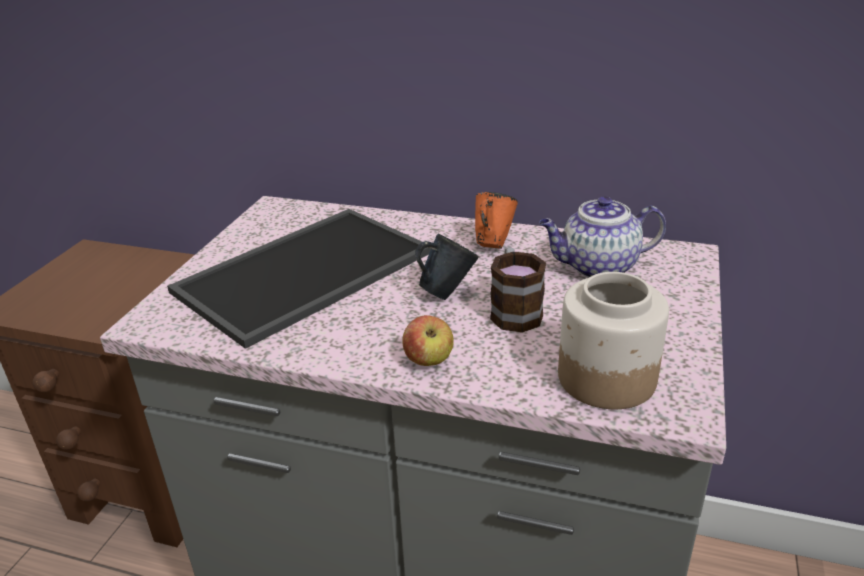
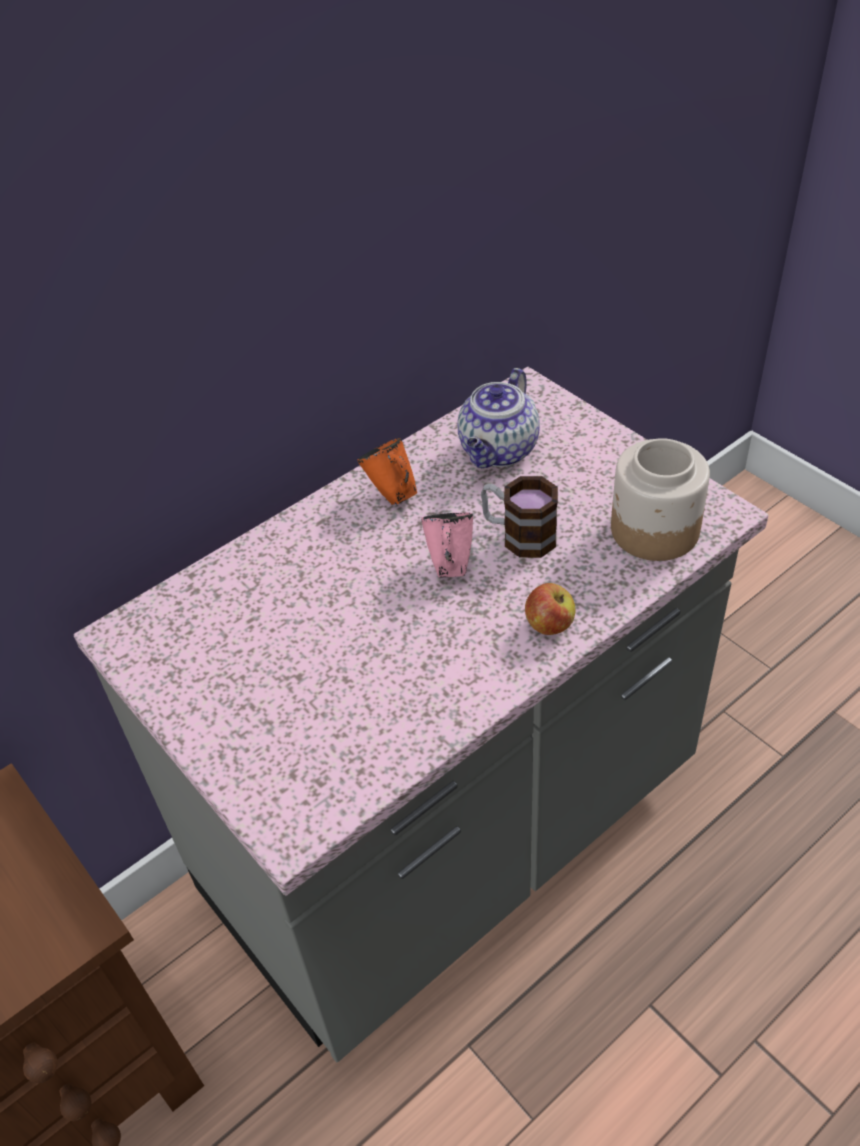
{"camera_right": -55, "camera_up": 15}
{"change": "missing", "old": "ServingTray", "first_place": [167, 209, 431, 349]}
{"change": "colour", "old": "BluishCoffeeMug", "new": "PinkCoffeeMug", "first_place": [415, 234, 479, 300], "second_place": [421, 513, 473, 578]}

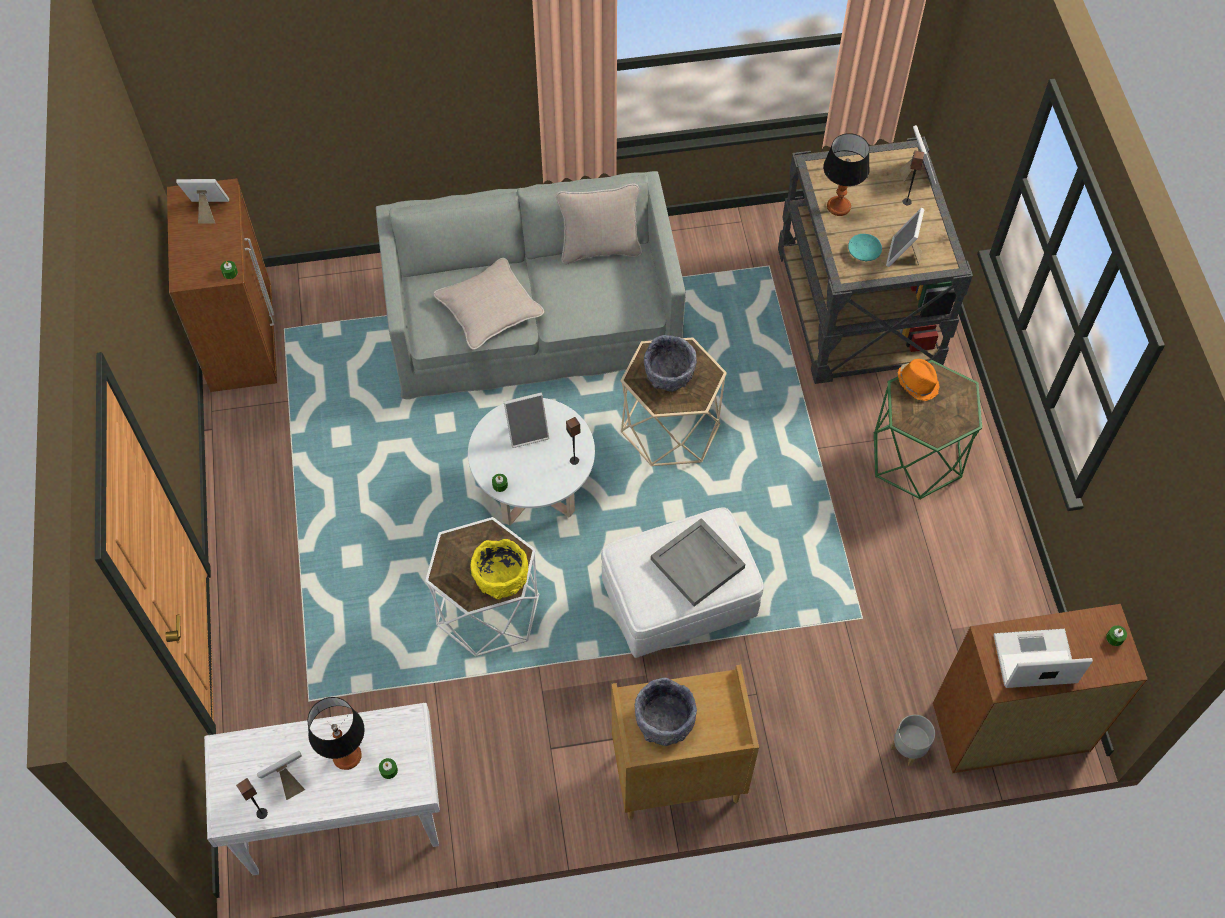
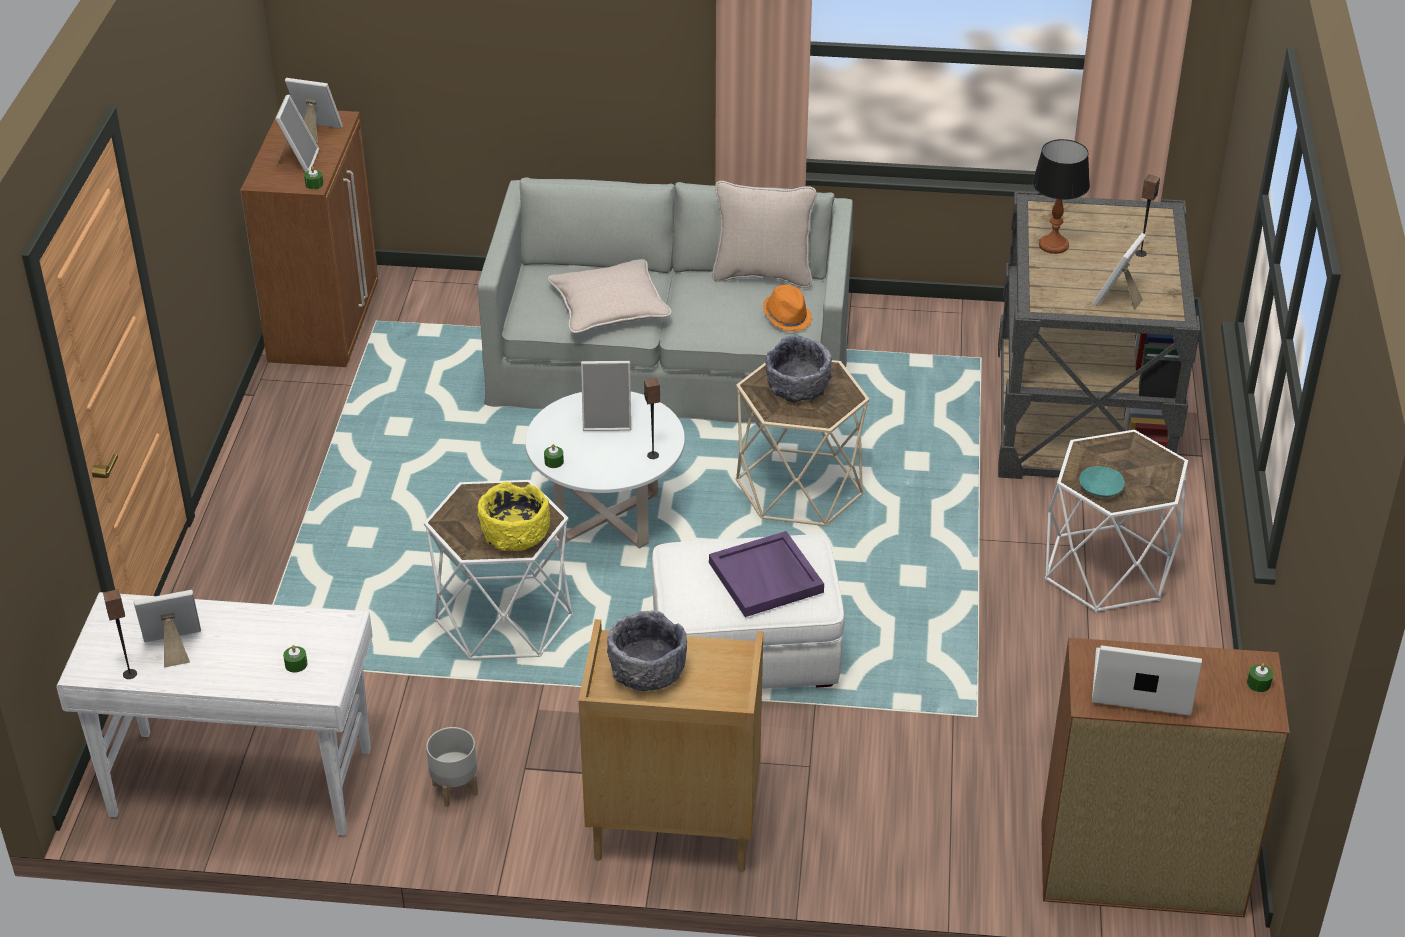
{"camera_right": 15, "camera_up": -20}
{"change": "relocated", "old": "PictureFrame", "first_place": [899, 125, 936, 186], "second_place": [275, 95, 319, 173]}
{"change": "relocated", "old": "TurquoiseServingBowl", "first_place": [848, 234, 882, 262], "second_place": [1079, 466, 1124, 498]}
{"change": "relocated", "old": "OrangeColouredClothingHat", "first_place": [898, 359, 940, 401], "second_place": [763, 285, 812, 332]}
{"change": "colour", "old": "GreenishAccentTable", "new": "WhitishAccentTable", "first_place": [874, 360, 982, 500], "second_place": [1045, 430, 1188, 613]}
{"change": "colour", "old": "GreyServingTray", "new": "PurplishServingTray", "first_place": [651, 518, 745, 606], "second_place": [709, 531, 824, 617]}
{"change": "missing", "old": "TableLamp", "first_place": [307, 697, 365, 770]}
{"change": "relocated", "old": "GreyPlanter", "first_place": [890, 715, 935, 766], "second_place": [426, 727, 478, 807]}

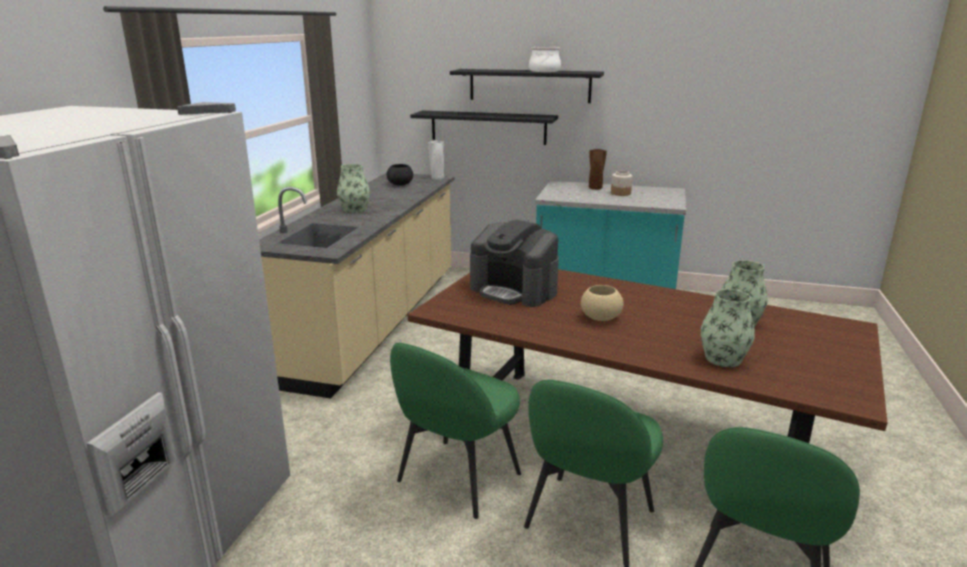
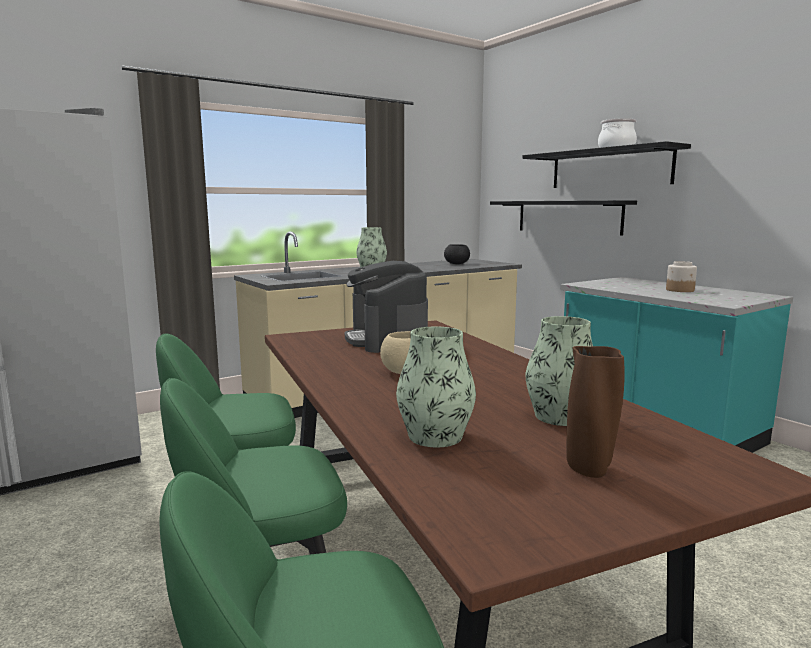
{"camera_right": 40, "camera_up": -10}
{"change": "missing", "old": "WhitishDecorativeVase", "first_place": [429, 141, 444, 180]}
{"change": "relocated", "old": "BrownColouredDecorativeVase", "first_place": [589, 149, 607, 190], "second_place": [566, 346, 625, 478]}

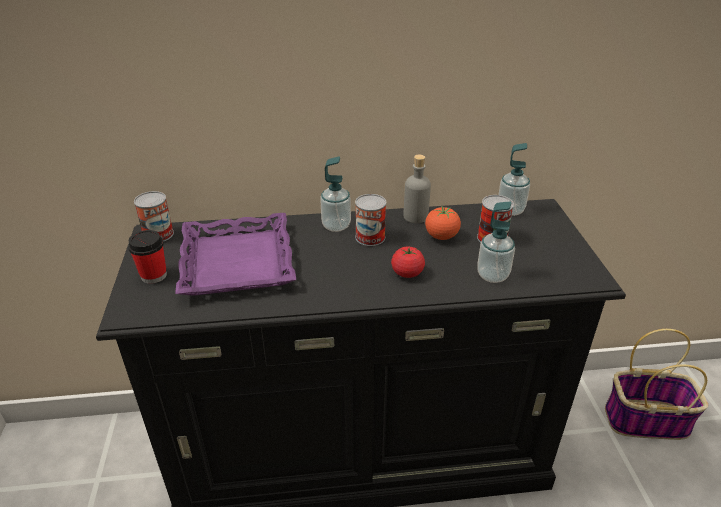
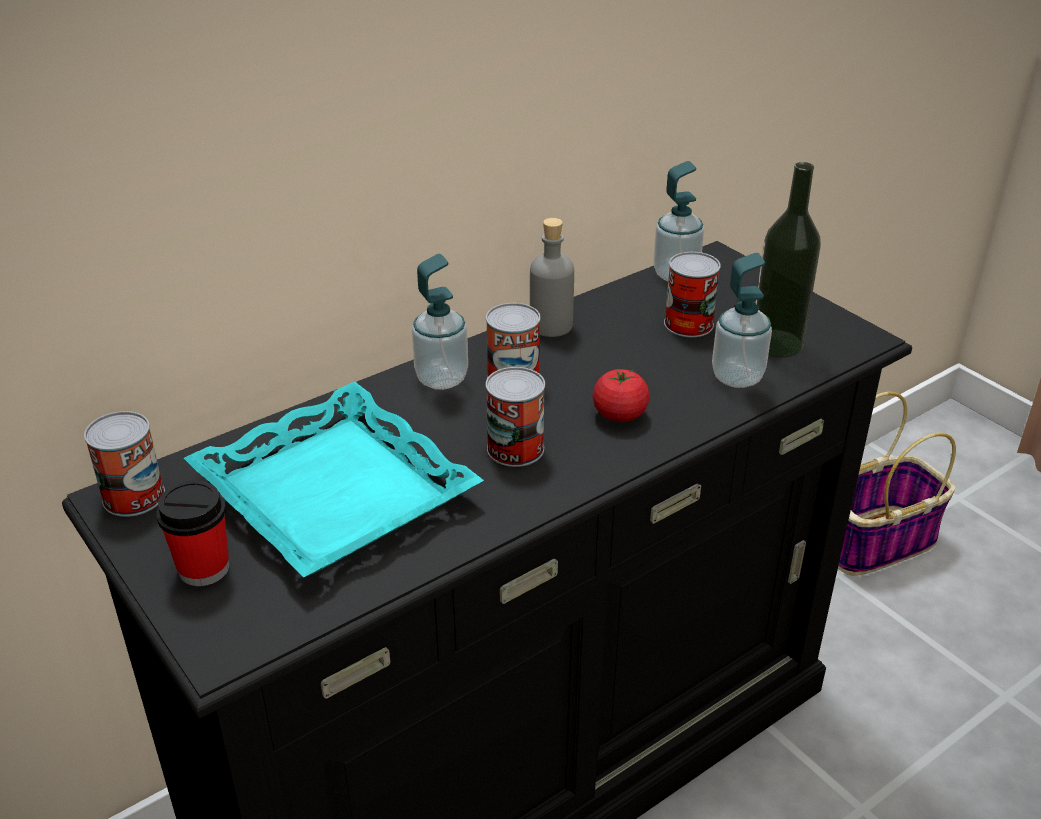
{"camera_right": -30, "camera_up": 0}
{"change": "missing", "old": "FreshTomato", "first_place": [425, 206, 461, 240]}
{"change": "colour", "old": "PurplishServingTray", "new": "TurquoiseServingTray", "first_place": [175, 213, 296, 296], "second_place": [184, 382, 484, 578]}
{"change": "appeared", "new": "Bottle", "second_place": [755, 162, 821, 358]}
{"change": "appeared", "new": "Can", "second_place": [486, 367, 545, 467]}

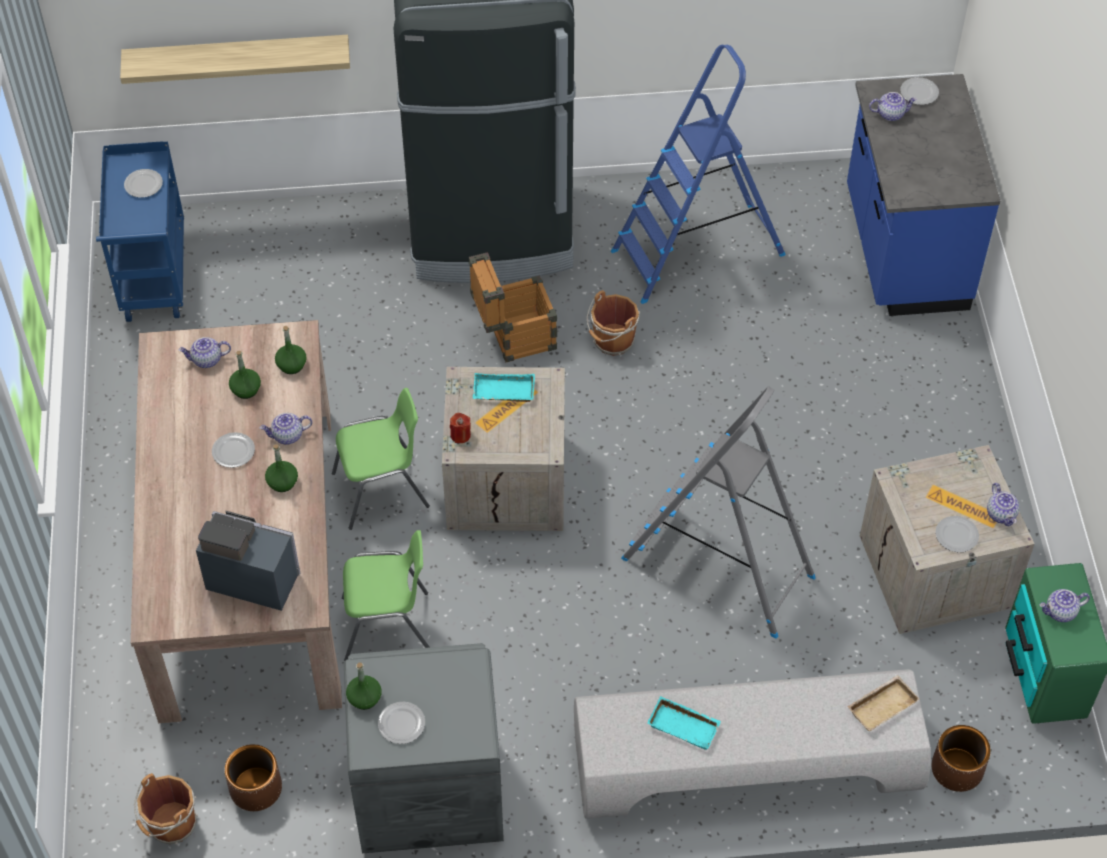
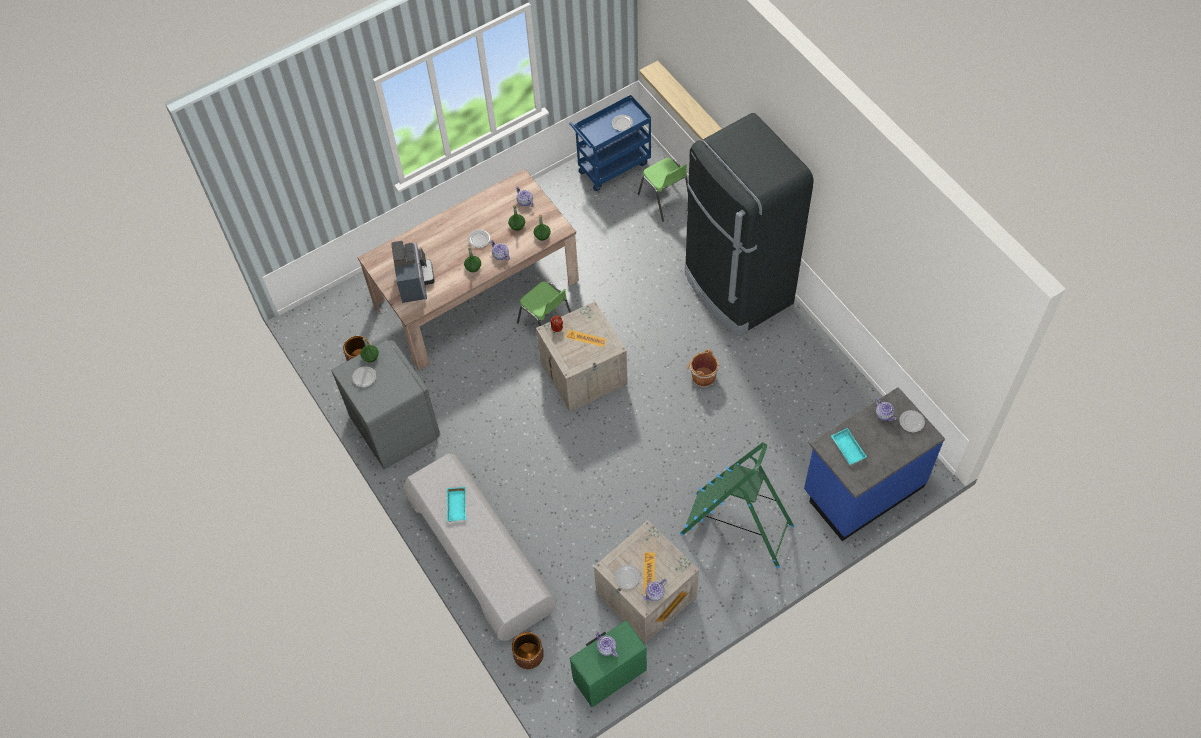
{"camera_right": 65, "camera_up": 5}
{"change": "missing", "old": "BluishStepladder", "first_place": [611, 45, 786, 304]}
{"change": "missing", "old": "Crate", "first_place": [469, 252, 557, 362]}
{"change": "relocated", "old": "TurquoiseServingTray", "first_place": [473, 373, 535, 402], "second_place": [831, 428, 867, 465]}
{"change": "missing", "old": "GreyStepladder", "first_place": [621, 386, 816, 639]}
{"change": "relocated", "old": "GreenishPlainChair", "first_place": [342, 530, 430, 661], "second_place": [637, 158, 688, 222]}
{"change": "missing", "old": "BeigeColouredServingTray", "first_place": [847, 675, 919, 731]}
{"change": "missing", "old": "BrownColouredWaterBucket", "first_place": [134, 773, 198, 845]}
{"change": "appeared", "new": "GreenishStepladder", "second_place": [680, 442, 794, 568]}

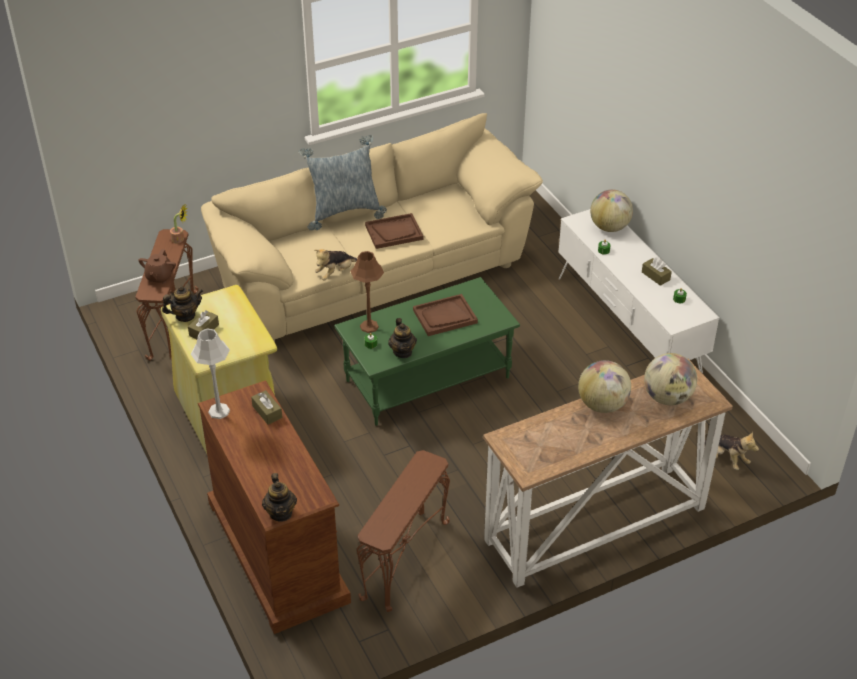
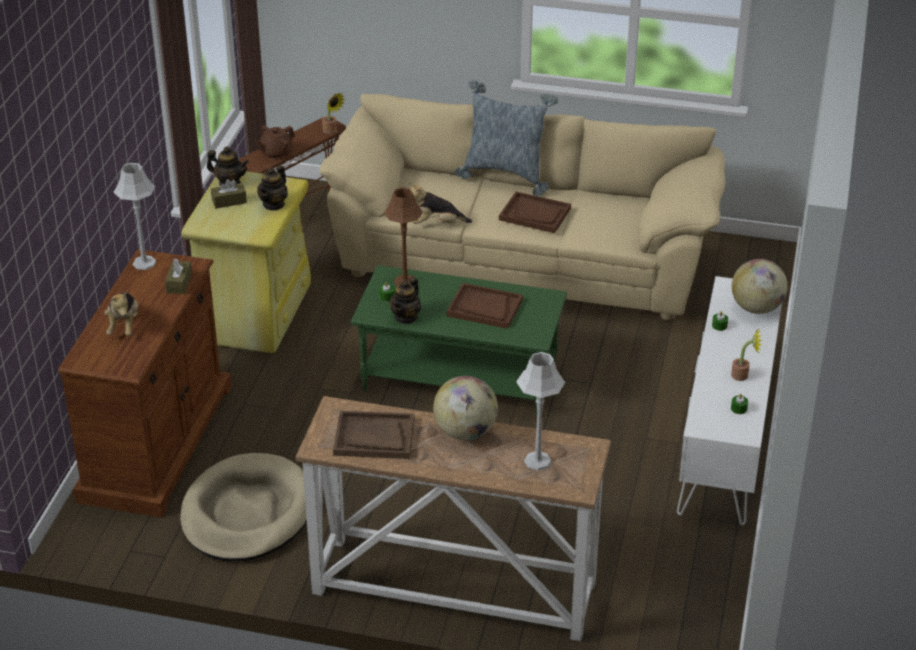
{"camera_right": 40, "camera_up": -5}
{"change": "exchanged", "old": "BrownColouredTissueHolder", "new": "Houseplant", "first_place": [642, 257, 672, 286], "second_place": [731, 328, 762, 381]}
{"change": "exchanged", "old": "Globe", "new": "GreyTableLamp", "first_place": [644, 353, 697, 405], "second_place": [516, 352, 565, 470]}
{"change": "relocated", "old": "PlushToy", "first_place": [705, 432, 759, 470], "second_place": [104, 291, 138, 336]}
{"change": "exchanged", "old": "BrownColouredAccentTable", "new": "BeigeColouredDogCushion", "first_place": [357, 450, 450, 612], "second_place": [180, 453, 307, 561]}
{"change": "relocated", "old": "Teapot", "first_place": [262, 473, 297, 522], "second_place": [257, 165, 288, 211]}
{"change": "appeared", "new": "BrownColouredServingTray", "second_place": [333, 411, 415, 459]}

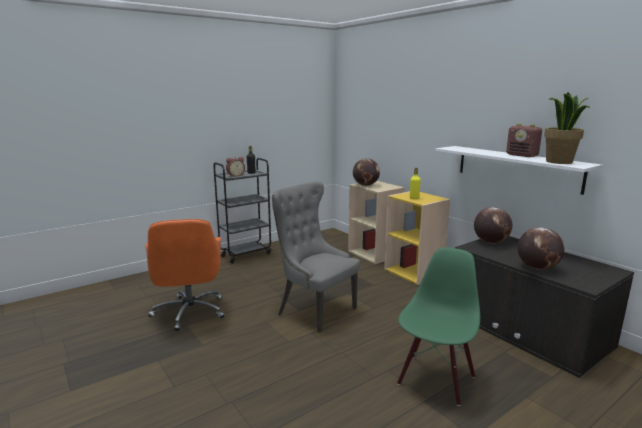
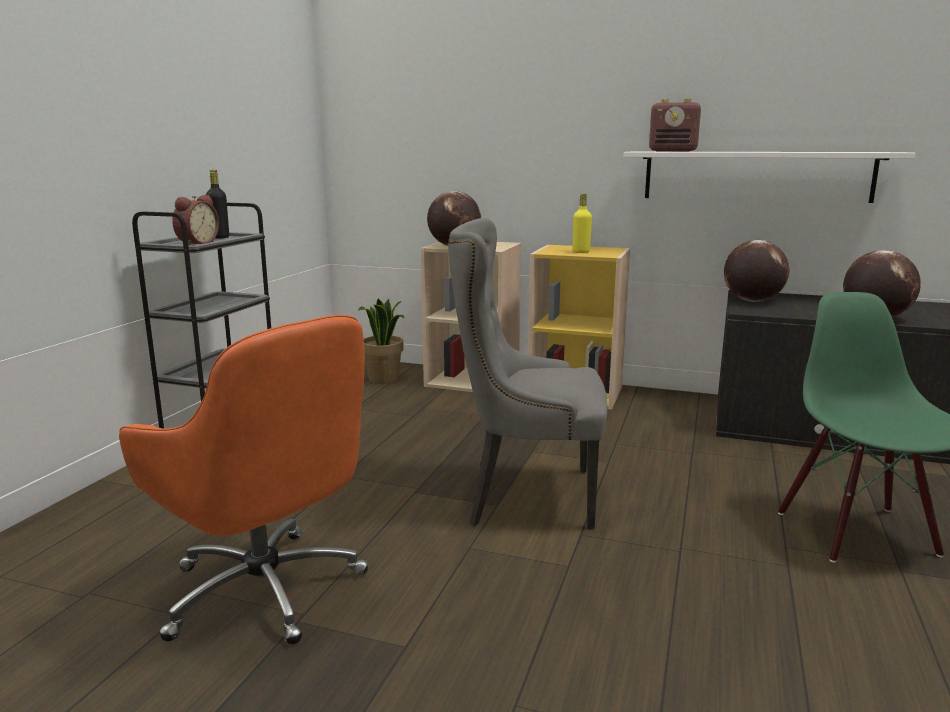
{"camera_right": -35, "camera_up": 0}
{"change": "relocated", "old": "Houseplant", "first_place": [544, 92, 590, 164], "second_place": [358, 298, 404, 384]}
{"change": "relocated", "old": "RadioReceiver", "first_place": [506, 124, 542, 157], "second_place": [649, 99, 701, 151]}

